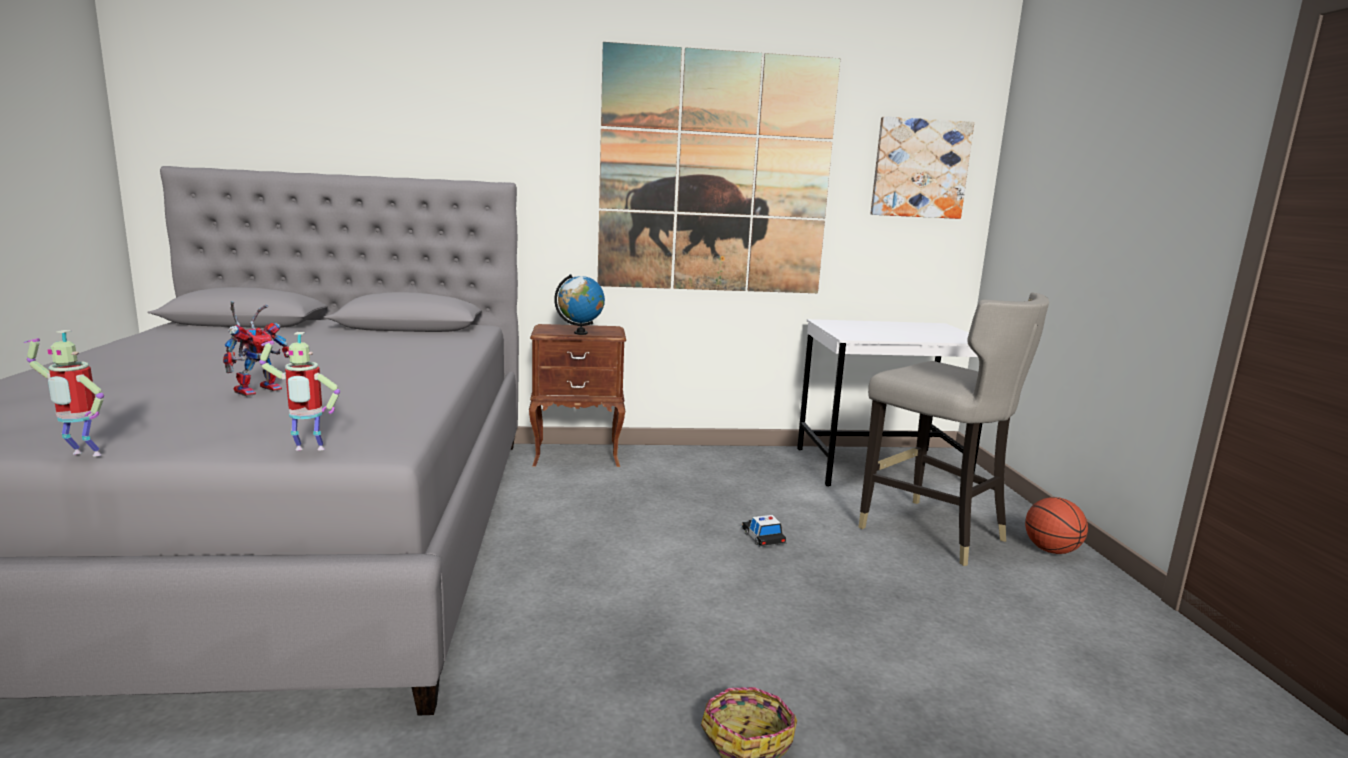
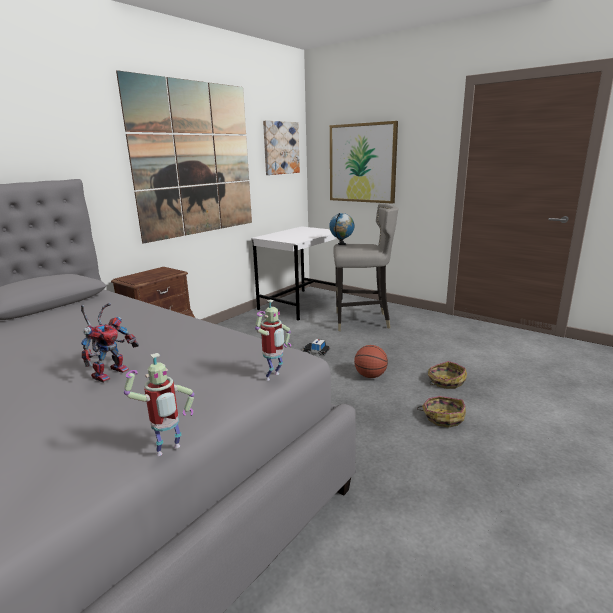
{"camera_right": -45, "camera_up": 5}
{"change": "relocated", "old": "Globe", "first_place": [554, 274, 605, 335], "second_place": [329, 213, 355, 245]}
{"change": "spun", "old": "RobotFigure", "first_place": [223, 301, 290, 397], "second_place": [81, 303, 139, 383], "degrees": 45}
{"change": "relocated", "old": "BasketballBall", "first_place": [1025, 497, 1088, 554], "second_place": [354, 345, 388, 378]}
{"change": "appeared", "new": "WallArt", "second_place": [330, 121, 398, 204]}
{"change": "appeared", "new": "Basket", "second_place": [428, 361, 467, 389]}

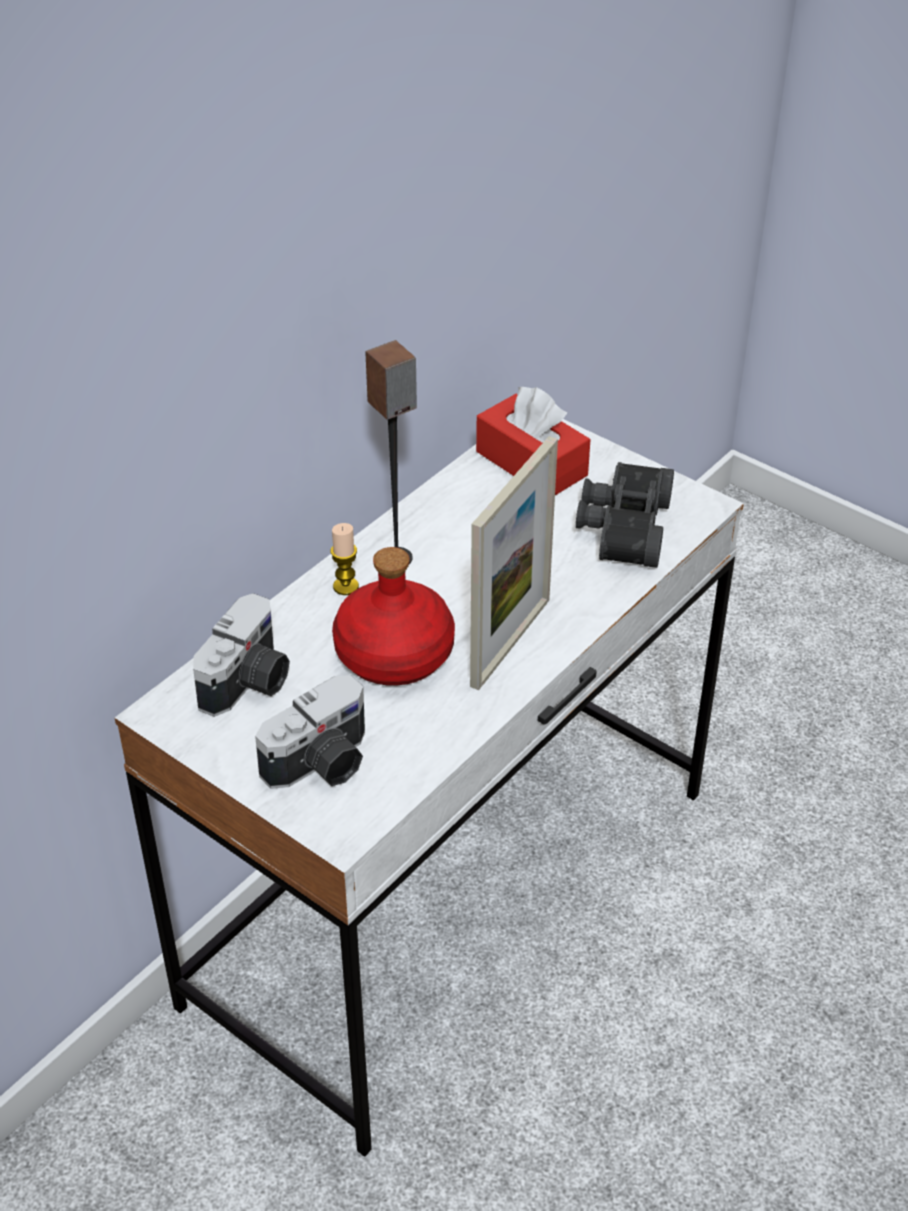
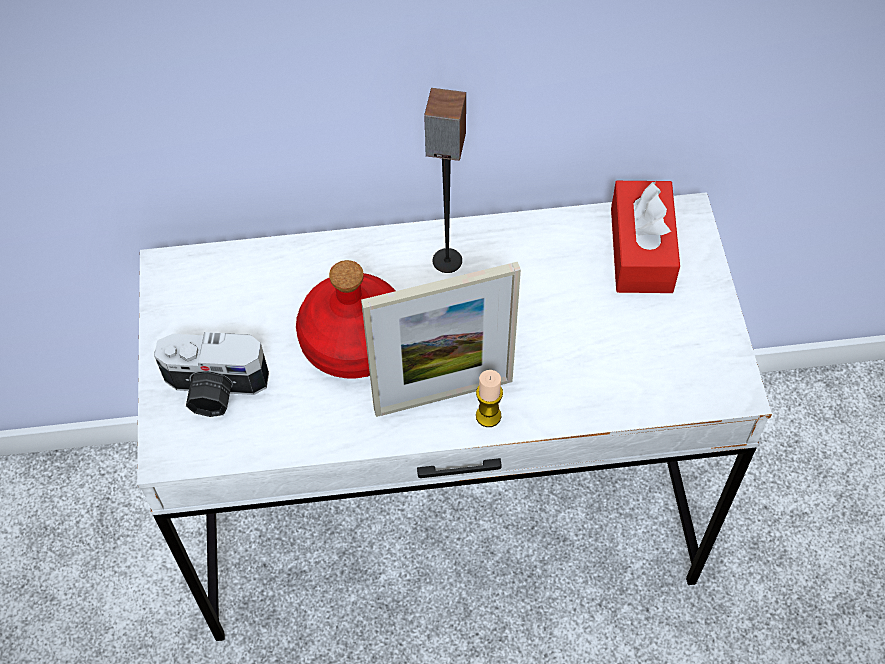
{"camera_right": 45, "camera_up": 15}
{"change": "missing", "old": "BlackColouredPairOfBinoculars", "first_place": [576, 462, 674, 568]}
{"change": "relocated", "old": "WaxLight", "first_place": [331, 523, 359, 595], "second_place": [476, 370, 503, 427]}
{"change": "missing", "old": "StillCamera", "first_place": [193, 593, 290, 717]}

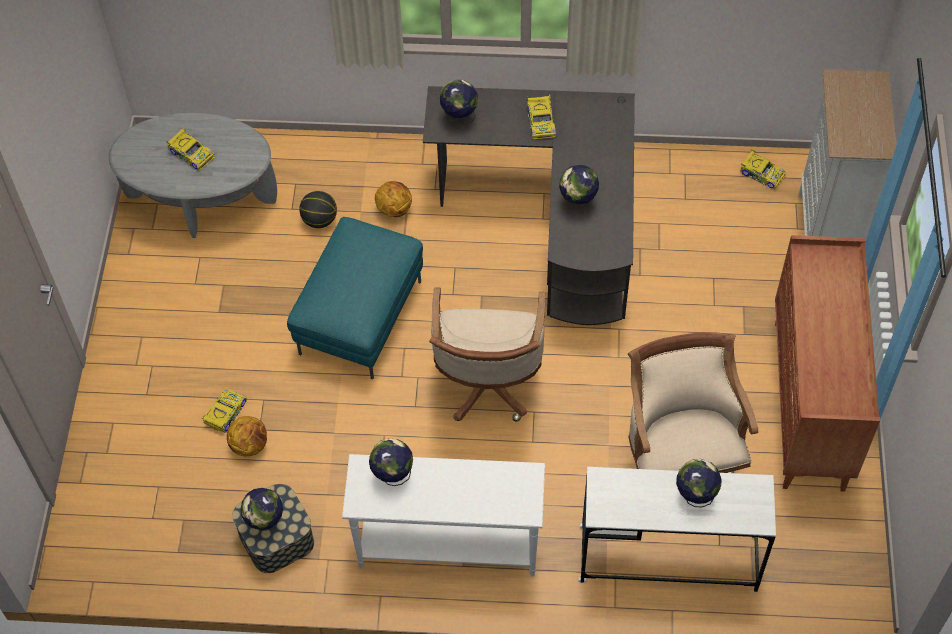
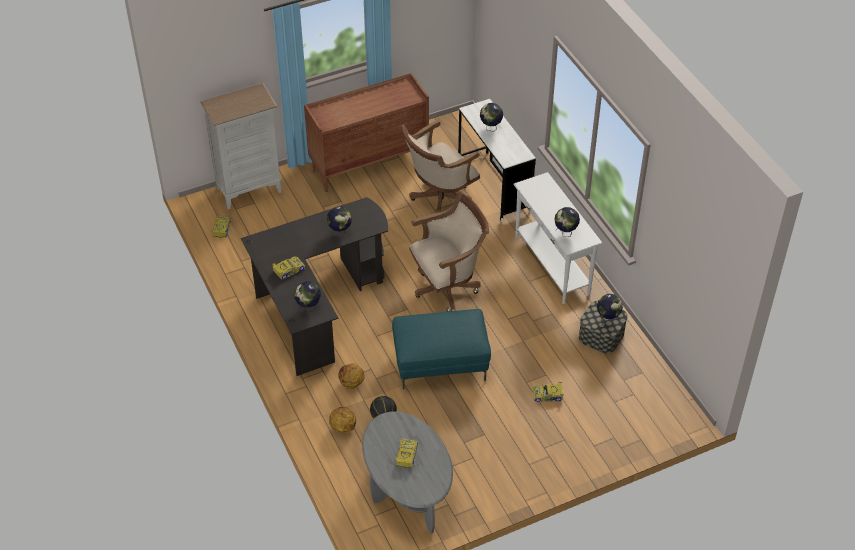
{"camera_right": -120, "camera_up": -10}
{"change": "relocated", "old": "BasketballBall", "first_place": [227, 416, 267, 456], "second_place": [329, 407, 356, 432]}

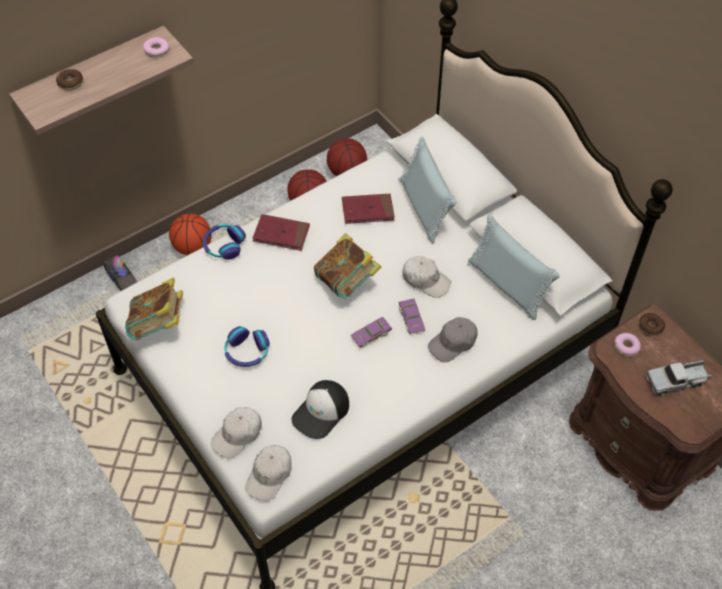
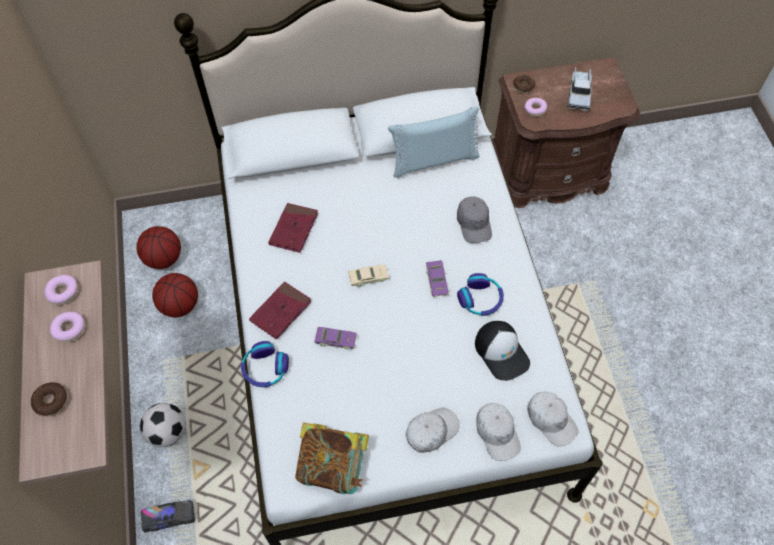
{"camera_right": -65, "camera_up": 5}
{"change": "missing", "old": "BluishCushion", "first_place": [398, 136, 456, 243]}
{"change": "exchanged", "old": "BasketballBall", "new": "Football", "first_place": [169, 213, 212, 255], "second_place": [140, 403, 186, 447]}
{"change": "exchanged", "old": "Volume", "new": "BeigeColouredModelCar", "first_place": [314, 233, 382, 299], "second_place": [348, 265, 389, 287]}
{"change": "relocated", "old": "WhitishCap", "first_place": [402, 256, 451, 298], "second_place": [406, 408, 459, 453]}
{"change": "relocated", "old": "PurplishModelCar", "first_place": [399, 299, 426, 334], "second_place": [314, 327, 357, 350]}
{"change": "relocated", "old": "Headphones", "first_place": [225, 326, 270, 367], "second_place": [457, 273, 504, 316]}
{"change": "appeared", "new": "Doughnut", "second_place": [50, 312, 85, 342]}

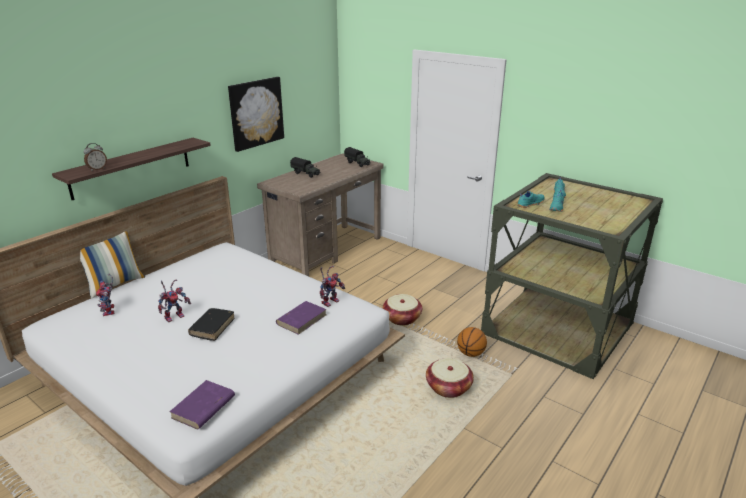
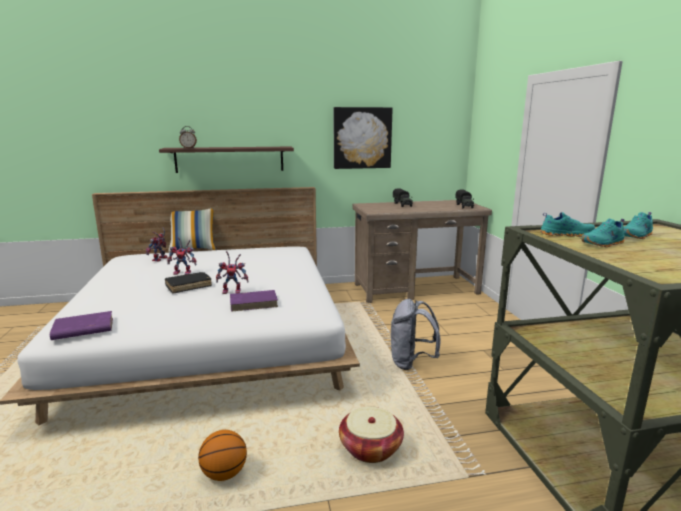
{"camera_right": 40, "camera_up": -10}
{"change": "relocated", "old": "RobotFigure", "first_place": [320, 266, 345, 307], "second_place": [216, 251, 248, 294]}
{"change": "exchanged", "old": "Basket", "new": "GreyBackpack", "first_place": [383, 294, 422, 326], "second_place": [391, 299, 441, 370]}
{"change": "relocated", "old": "BasketballBall", "first_place": [457, 327, 487, 357], "second_place": [198, 430, 247, 481]}

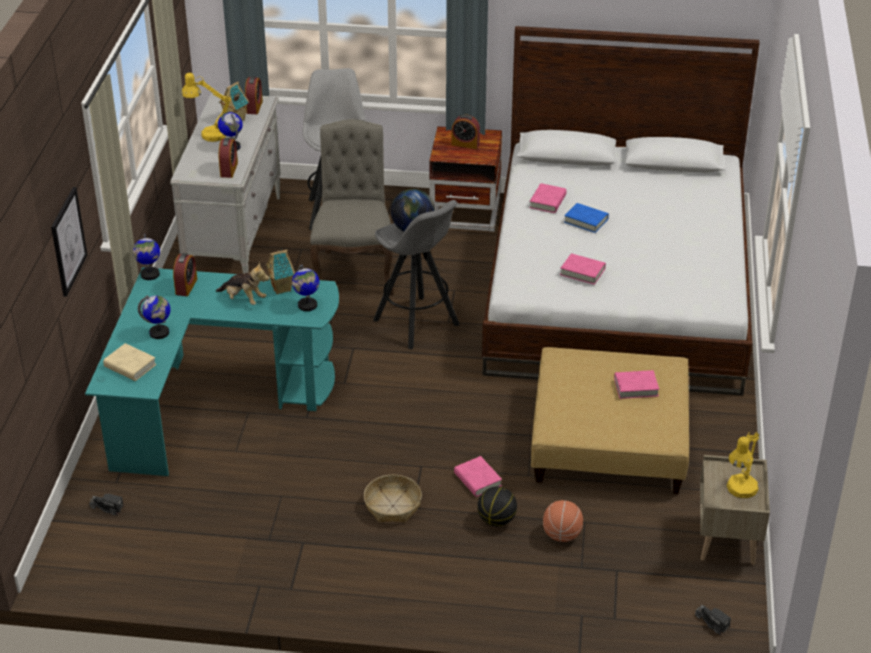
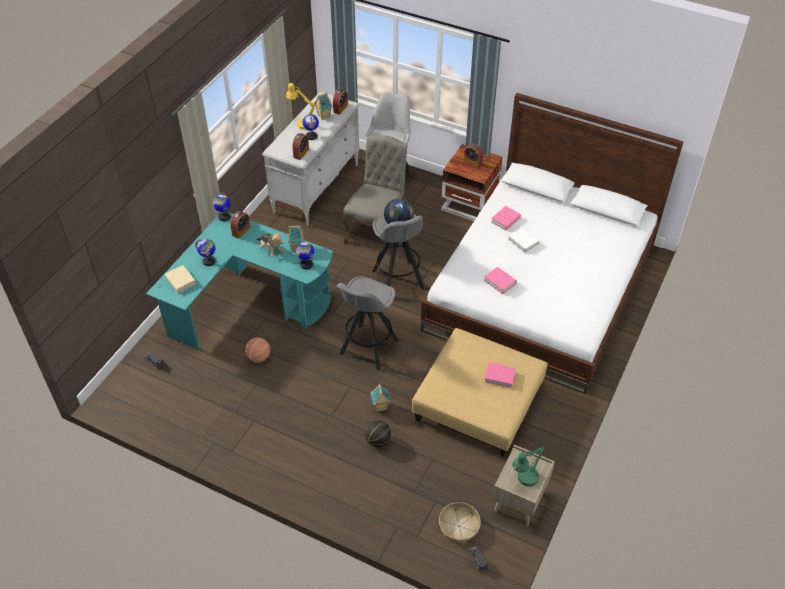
{"camera_right": 20, "camera_up": 10}
{"change": "missing", "old": "WallArt", "first_place": [51, 187, 88, 297]}
{"change": "colour", "old": "BluishVolume", "new": "WhitishVolume", "first_place": [564, 203, 609, 233], "second_place": [508, 228, 539, 253]}
{"change": "colour", "old": "YellowColouredTableLamp", "new": "GreenishTableLamp", "first_place": [727, 432, 759, 498], "second_place": [512, 446, 545, 487]}
{"change": "exchanged", "old": "PinkVolume", "new": "ToyHouse", "first_place": [454, 456, 502, 497], "second_place": [370, 383, 391, 412]}
{"change": "relocated", "old": "Basket", "first_place": [364, 475, 422, 522], "second_place": [439, 502, 481, 544]}
{"change": "relocated", "old": "BasketballBall", "first_place": [543, 500, 583, 542], "second_place": [245, 337, 270, 363]}
{"change": "appeared", "new": "GreyStoolSeat", "second_place": [337, 276, 399, 370]}

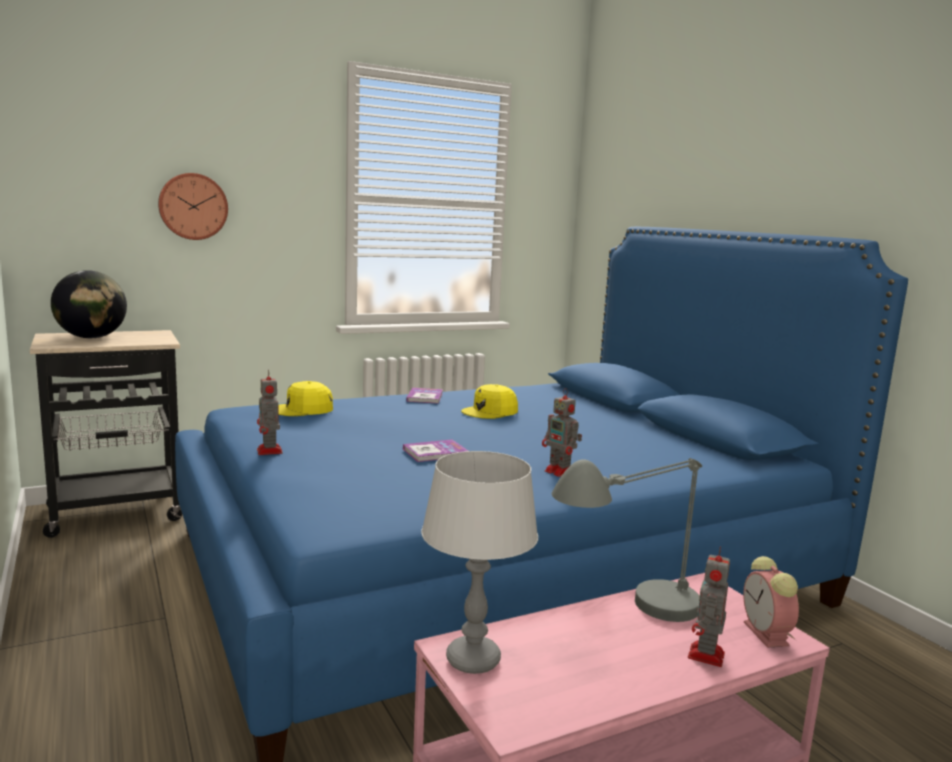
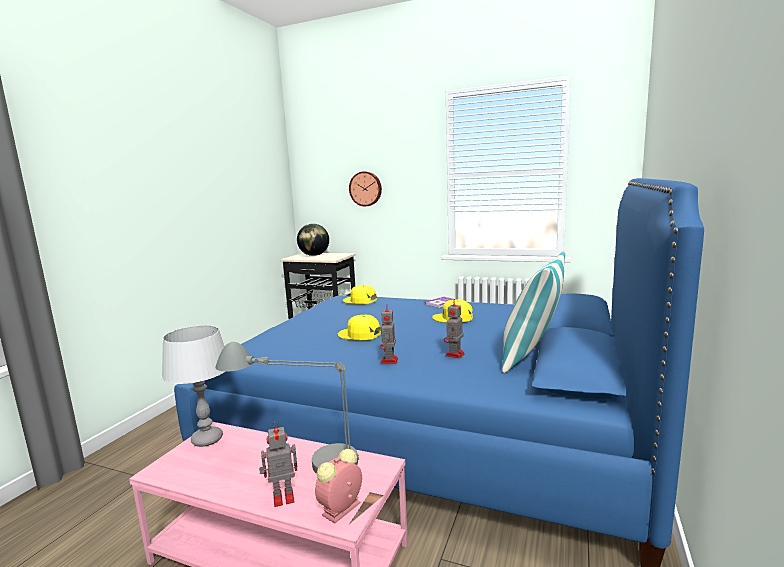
{"camera_right": 50, "camera_up": 0}
{"change": "relocated", "old": "RobotFigure", "first_place": [257, 369, 283, 455], "second_place": [444, 299, 465, 358]}
{"change": "exchanged", "old": "Volume", "new": "YellowColouredCap", "first_place": [403, 439, 468, 462], "second_place": [338, 315, 381, 340]}
{"change": "appeared", "new": "Cushion", "second_place": [502, 252, 565, 373]}

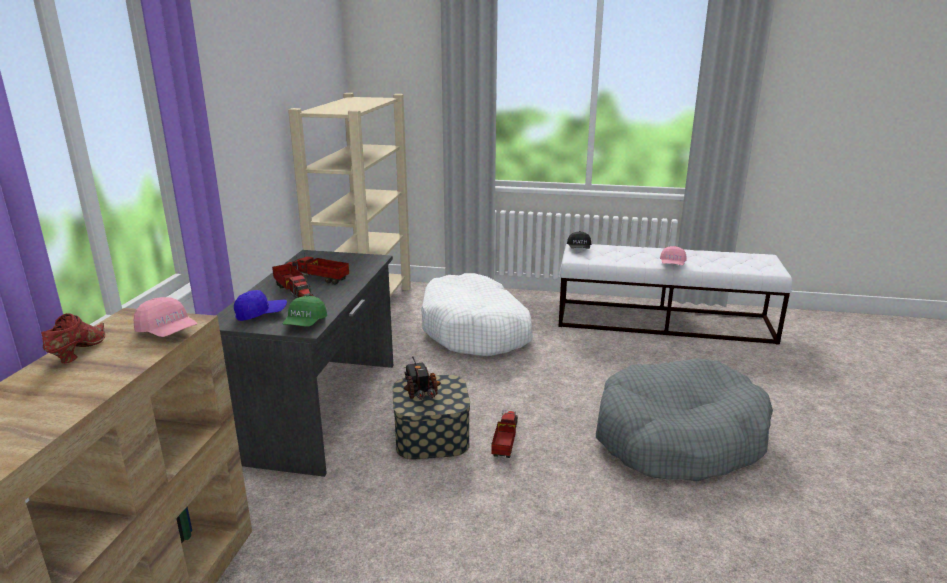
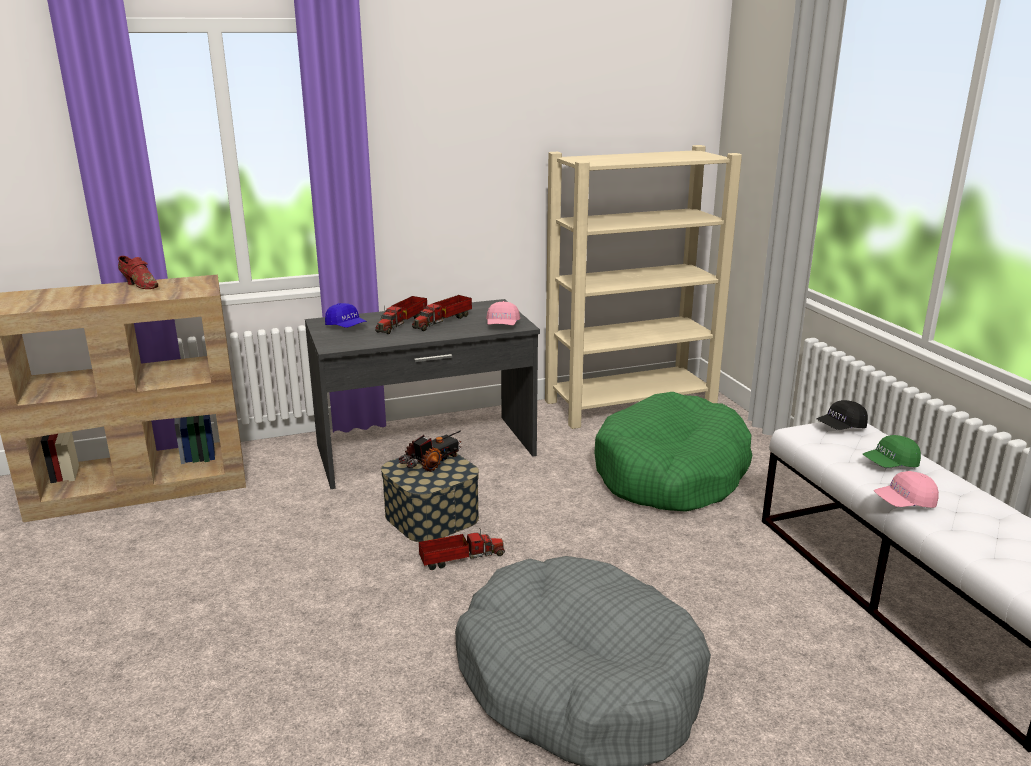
{"camera_right": 60, "camera_up": 0}
{"change": "spun", "old": "ToyTruck", "first_place": [286, 255, 349, 284], "second_place": [412, 295, 472, 331], "degrees": -135}
{"change": "colour", "old": "WhitishDogCushion", "new": "GreenishDogCushion", "first_place": [421, 273, 533, 356], "second_place": [594, 392, 752, 512]}
{"change": "relocated", "old": "GreenishCap", "first_place": [283, 296, 327, 327], "second_place": [863, 435, 921, 468]}
{"change": "relocated", "old": "PinkCap", "first_place": [134, 297, 198, 337], "second_place": [486, 301, 520, 325]}
{"change": "spun", "old": "RedShoe", "first_place": [41, 313, 105, 363], "second_place": [118, 256, 158, 289], "degrees": 60}

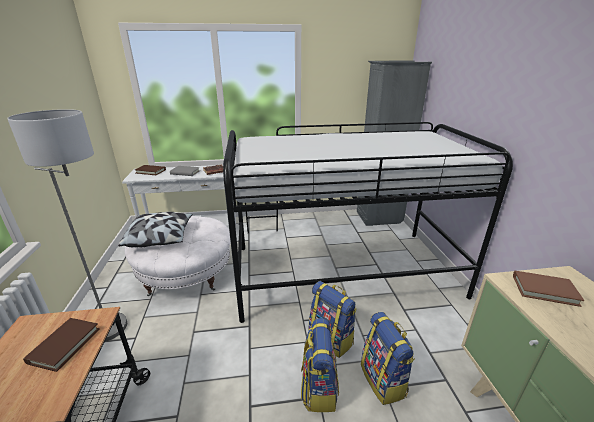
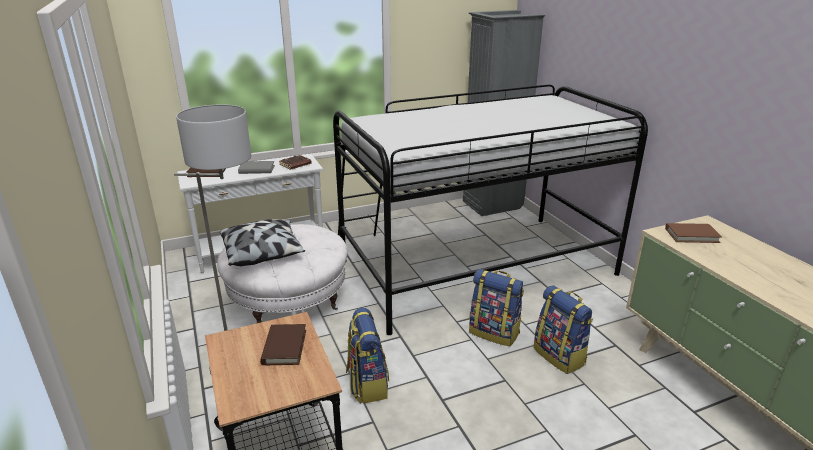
{"camera_right": -15, "camera_up": 0}
{"change": "relocated", "old": "Backpack", "first_place": [301, 318, 339, 412], "second_place": [346, 308, 389, 403]}

